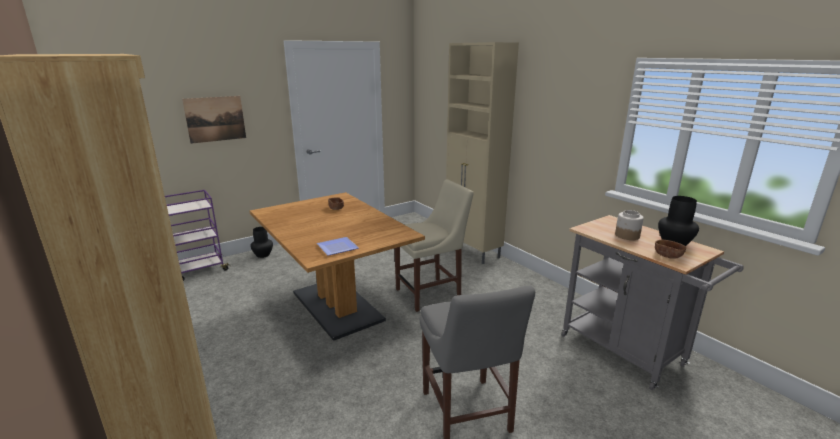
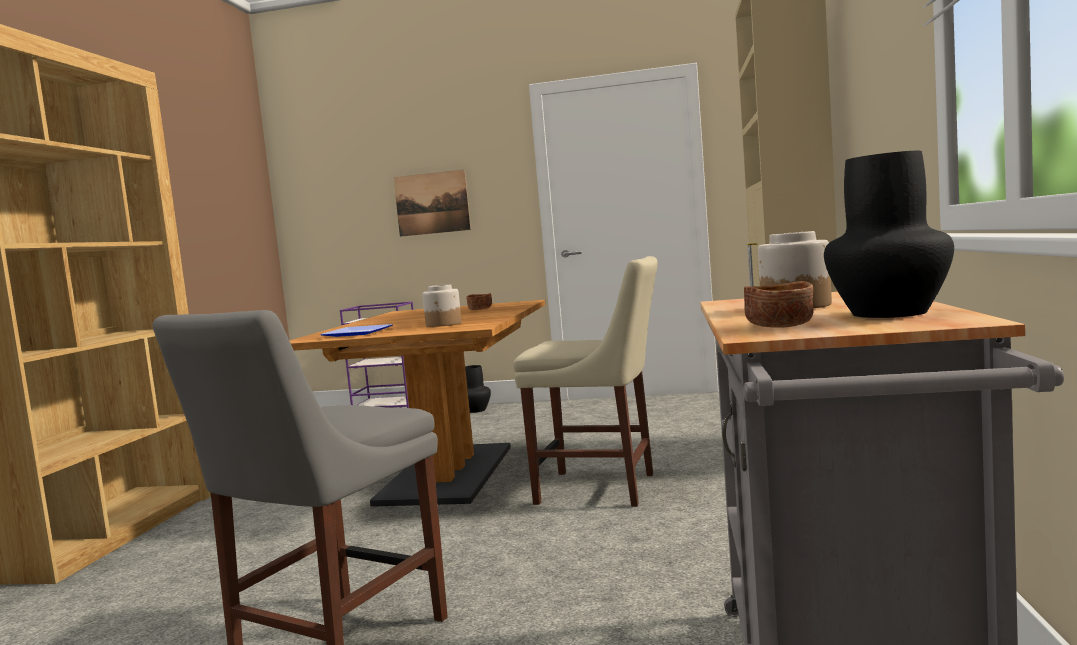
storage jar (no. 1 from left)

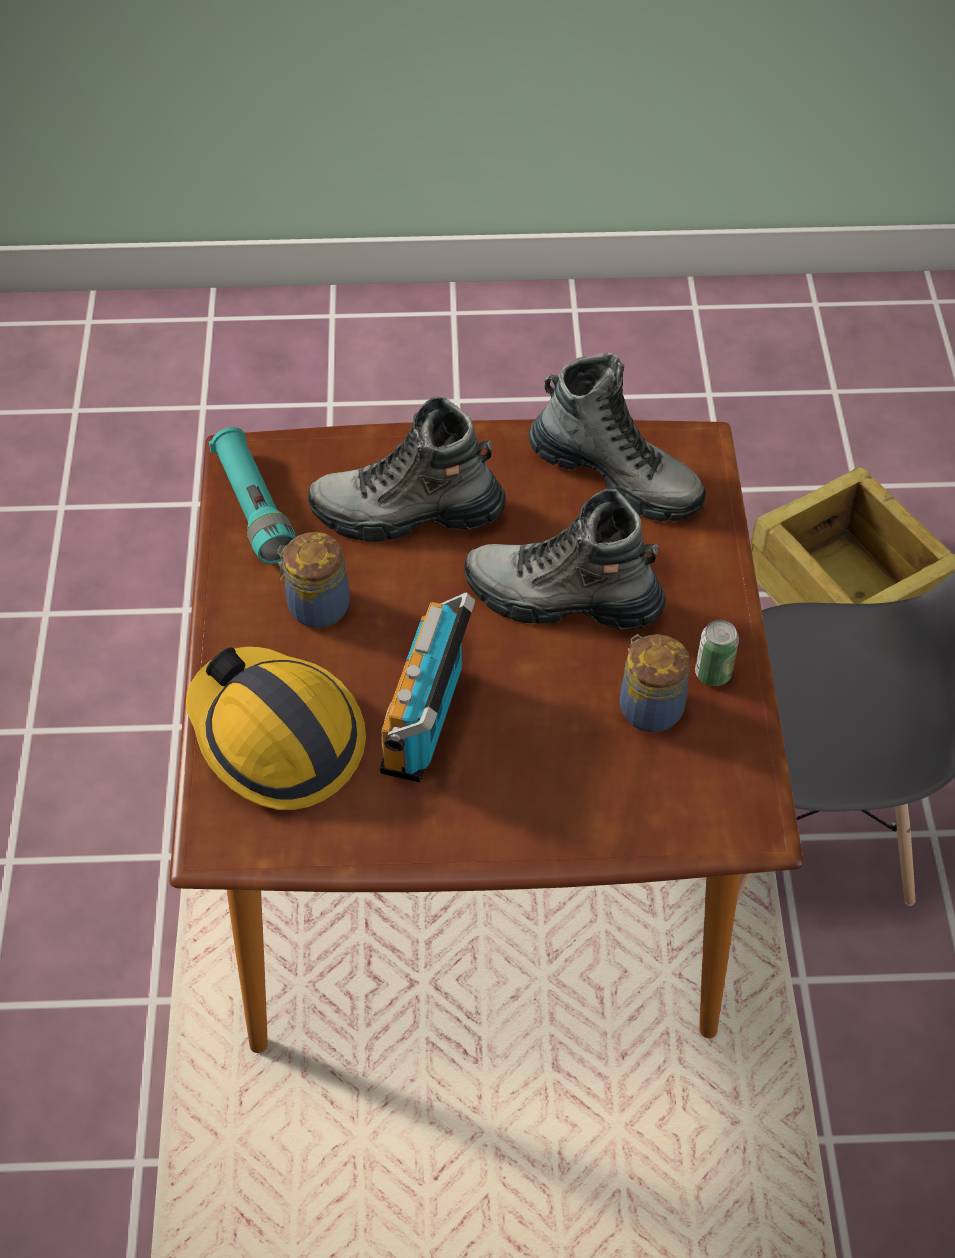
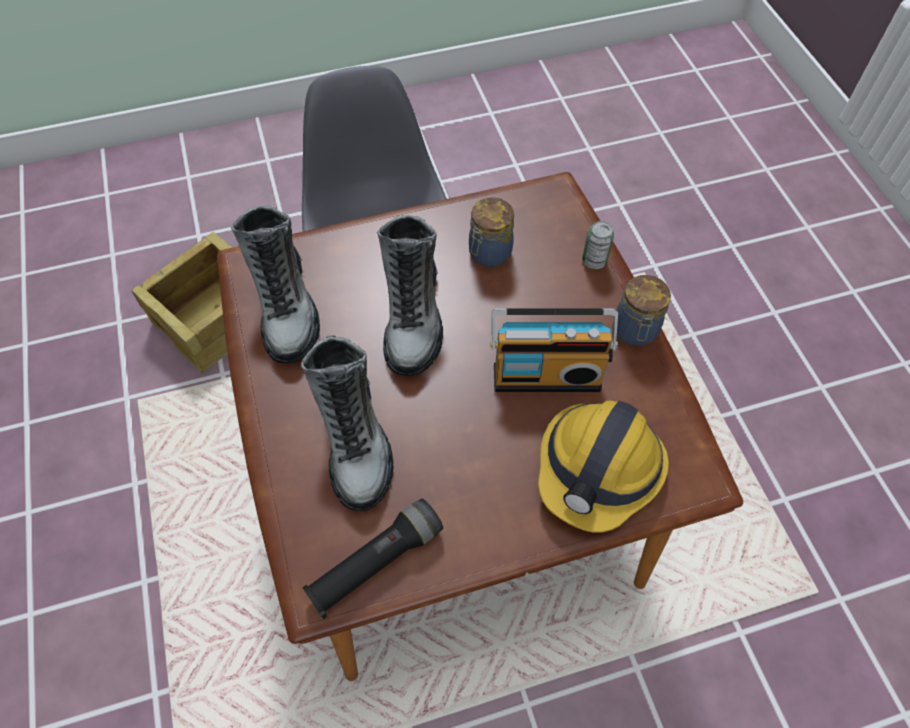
storage jar (no. 2 from left)
metal can
torch in blackish
high-top boot (no. 1 from left)

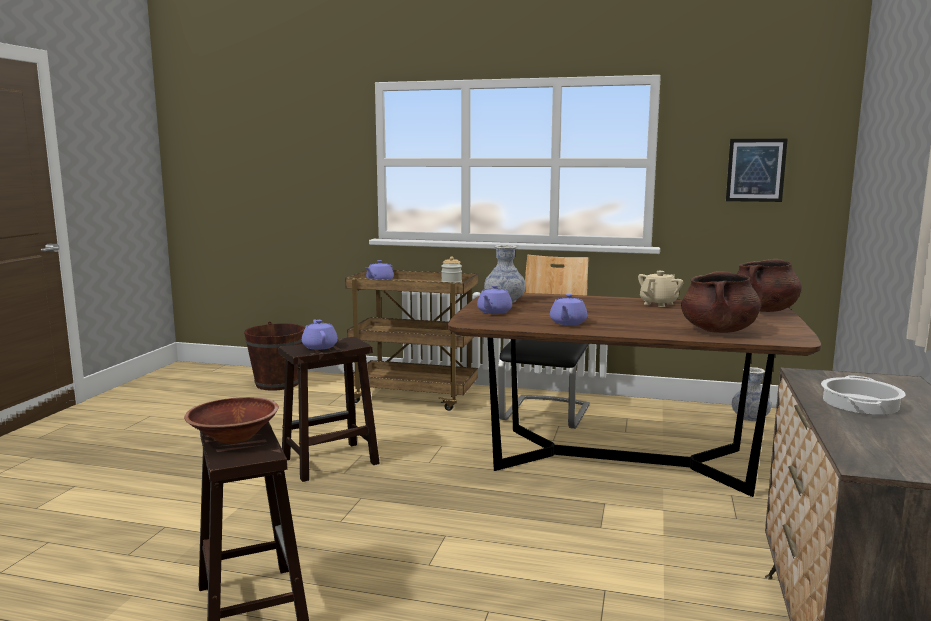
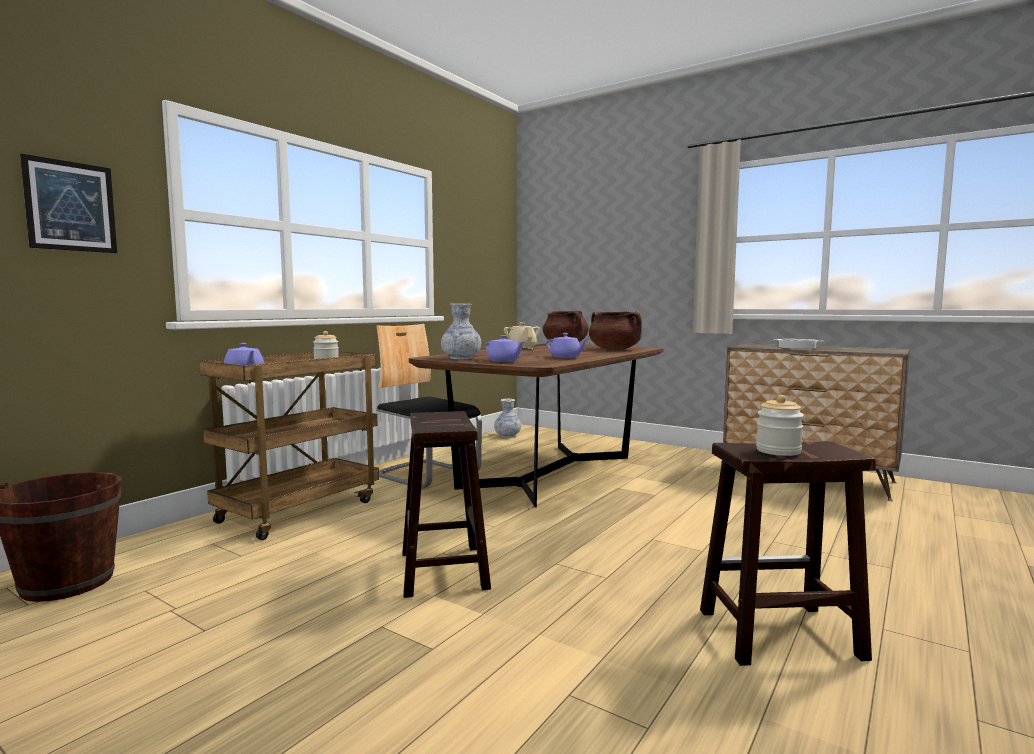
teapot in purple-coloured (no. 1 from left in the first image)
wall art
storage jar (no. 2 from left)

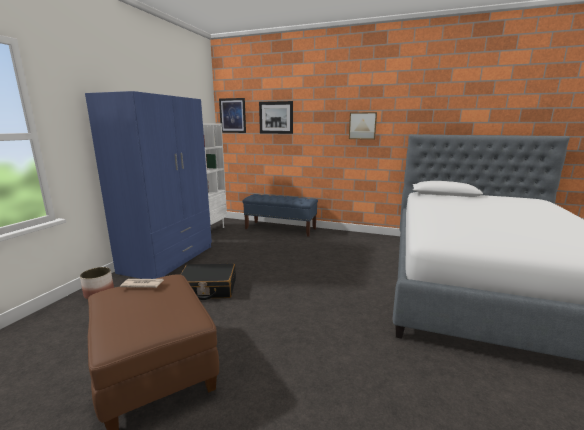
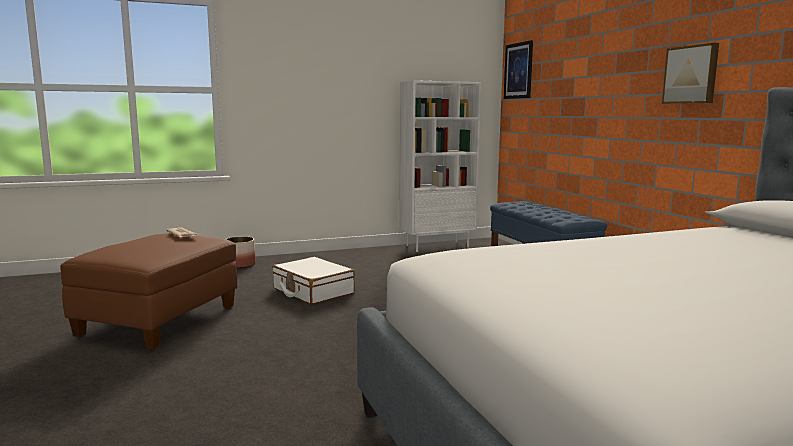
wardrobe in blue-coloured
wall art (no. 2 from left in the first image)
suitcase in white

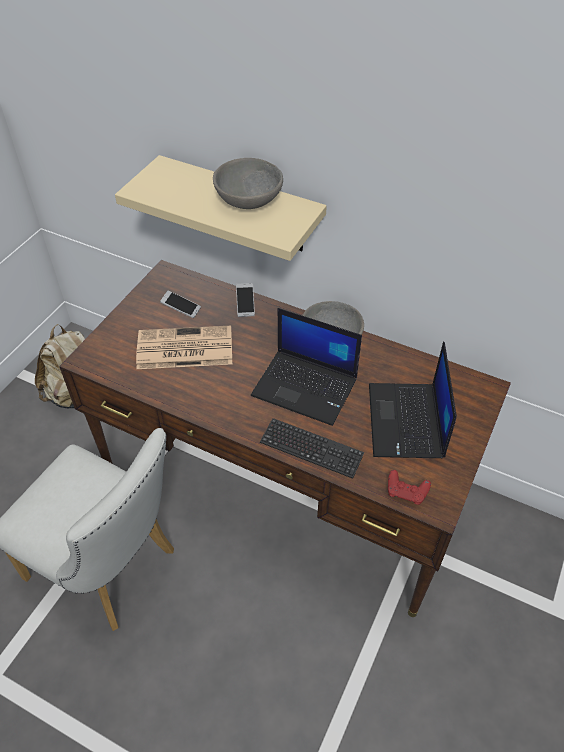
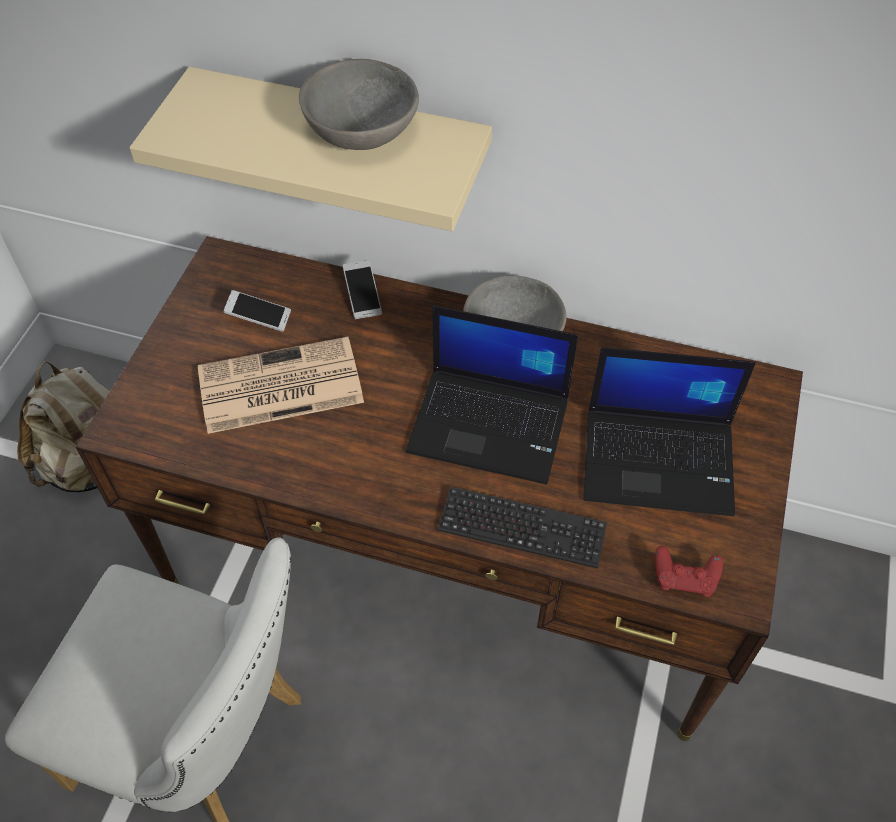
portable computer (no. 2 from left)

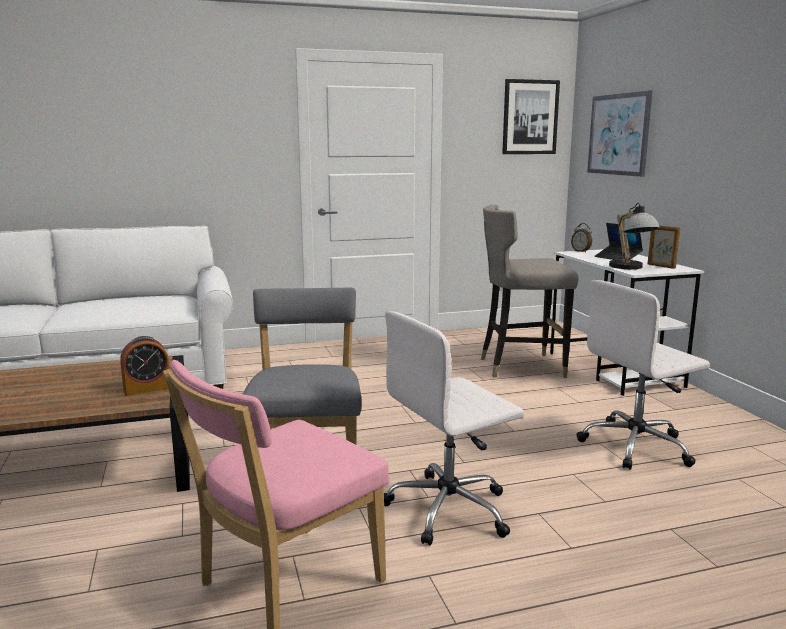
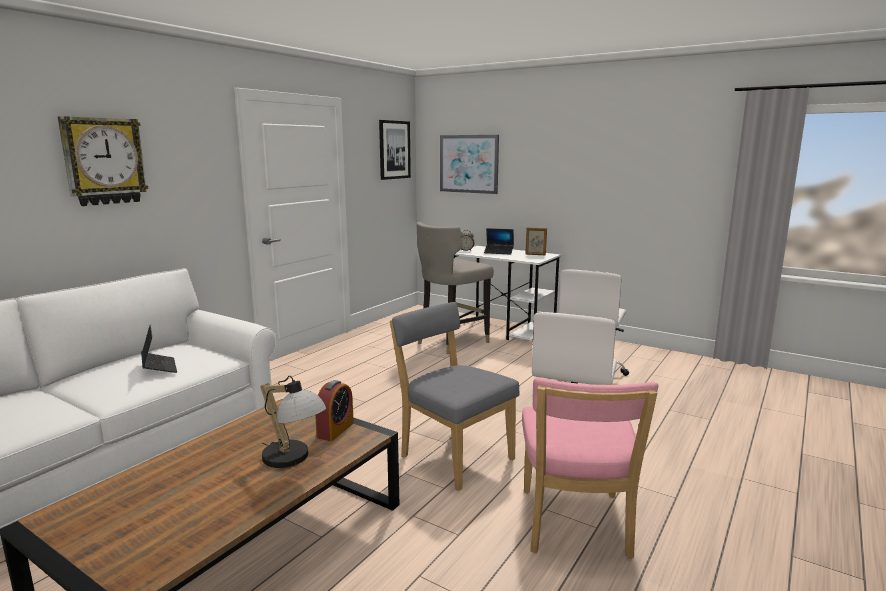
wall clock
portable computer (no. 1 from left)
lamp for a table

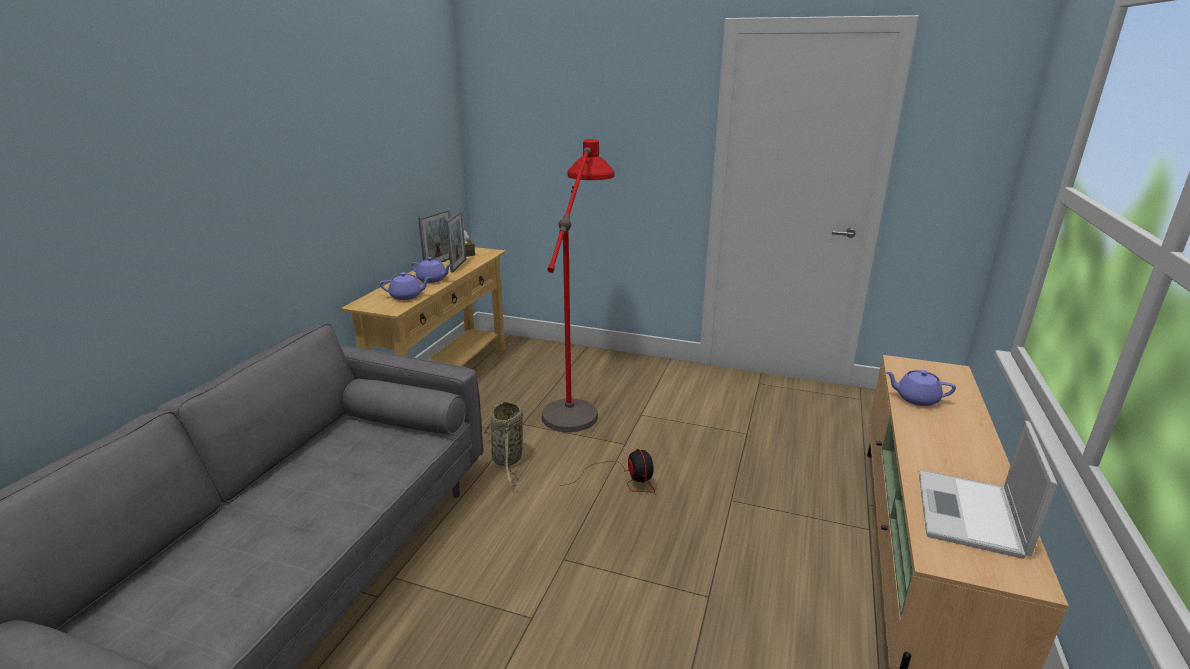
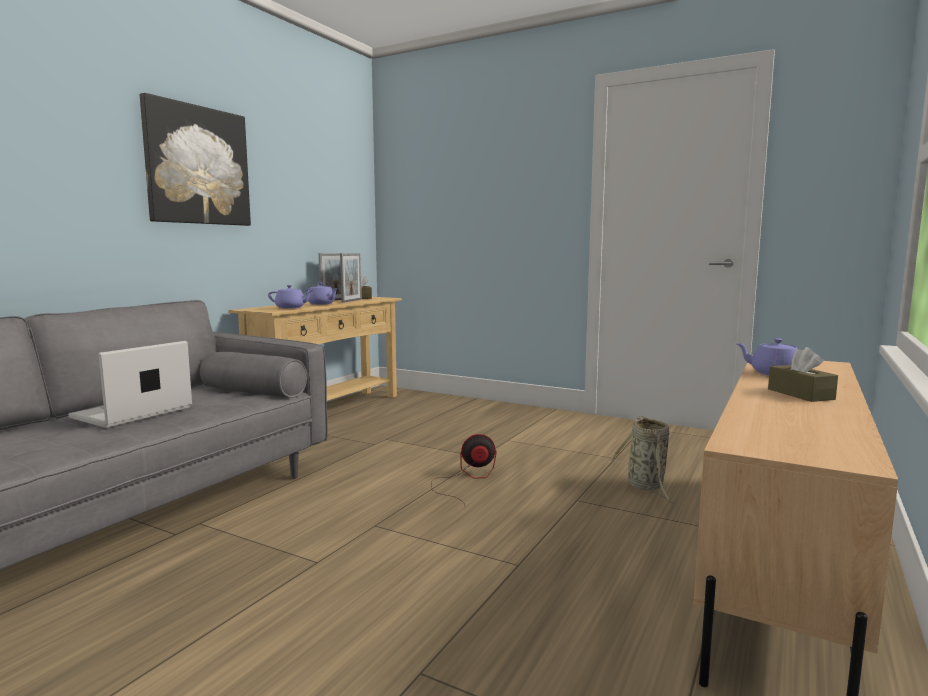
standard lamp in red
wall art
box of tissues in brown-coloured (no. 2 from left)
basket
portable computer
fan

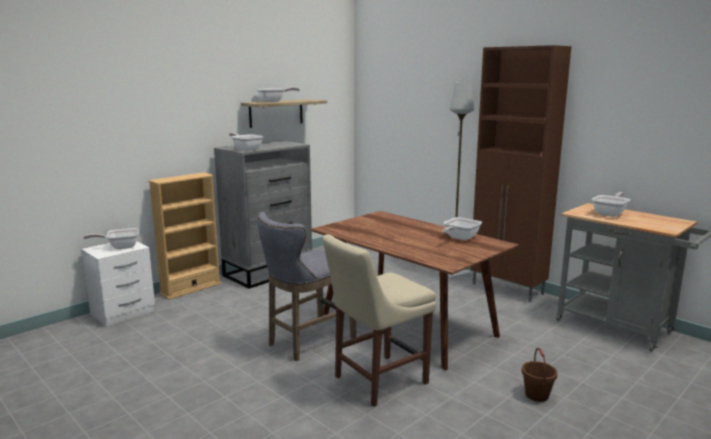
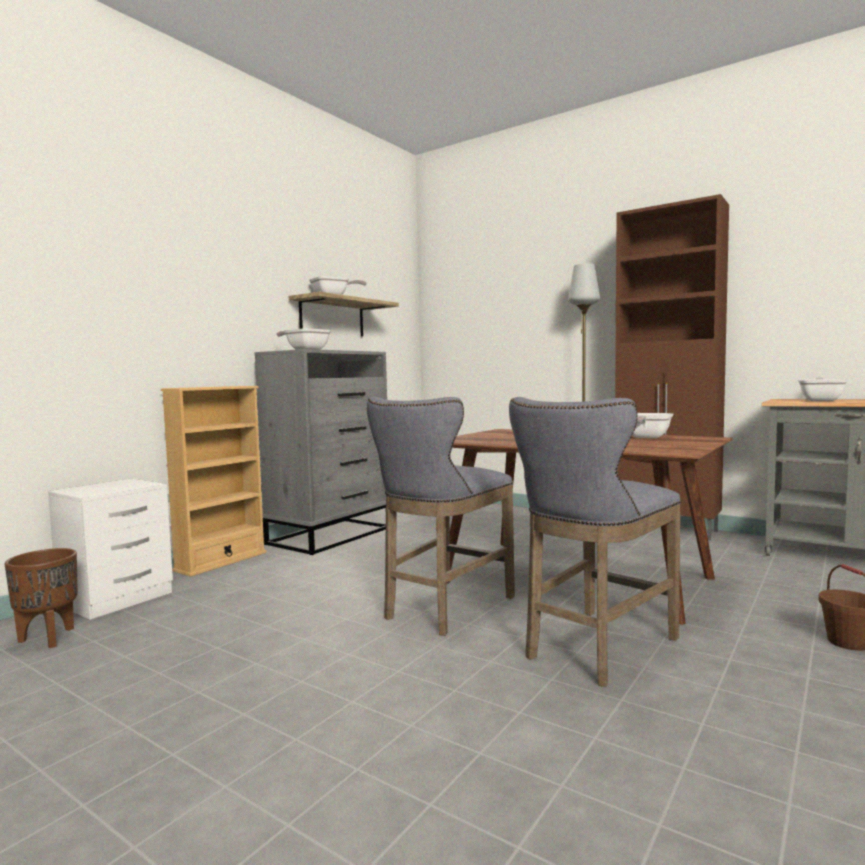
pan (no. 1 from left in the first image)
planter in brown-coloured
sitting stool in grey (no. 2 from left)

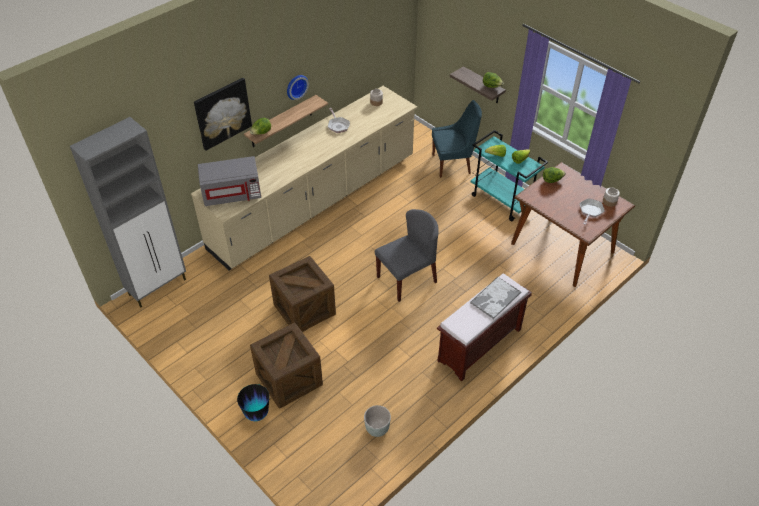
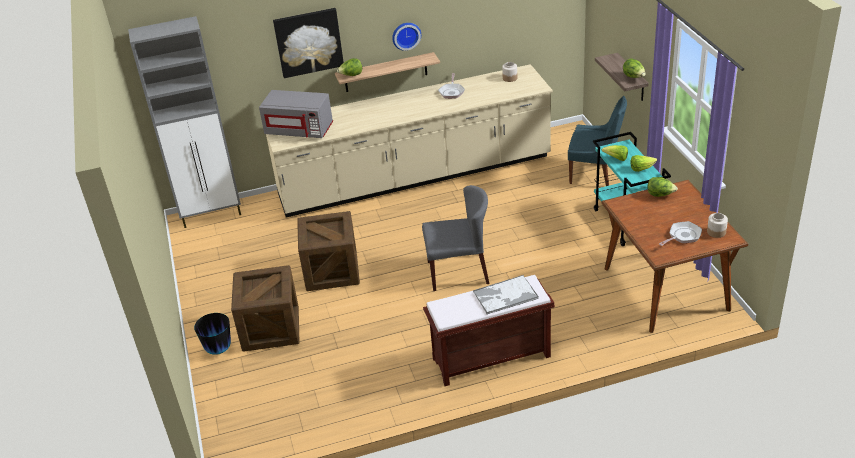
planter in grey

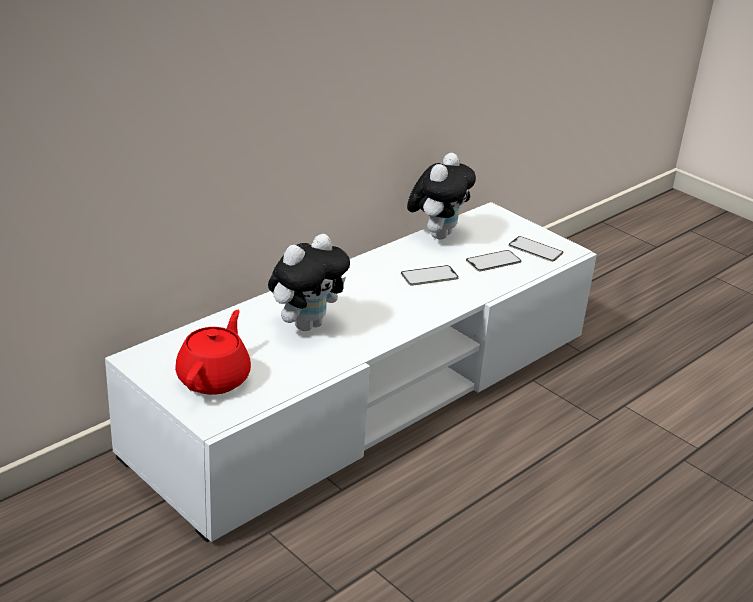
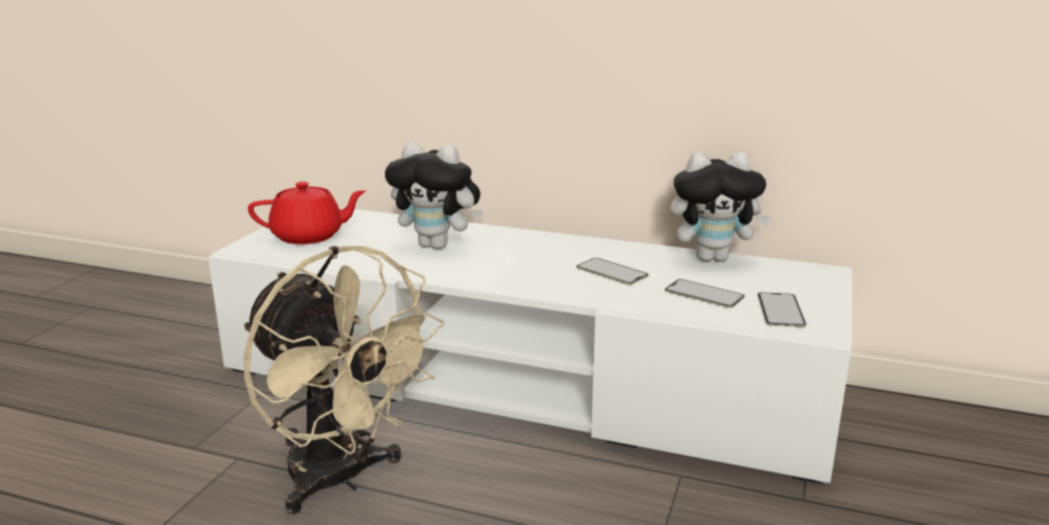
fan in beige

